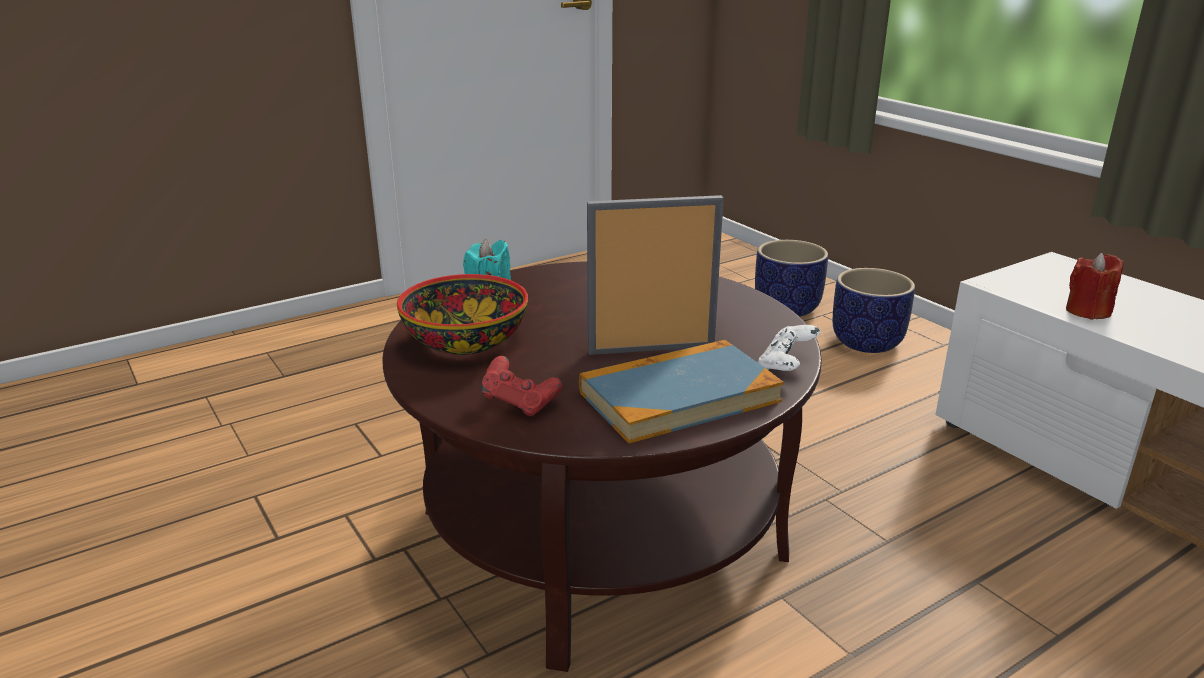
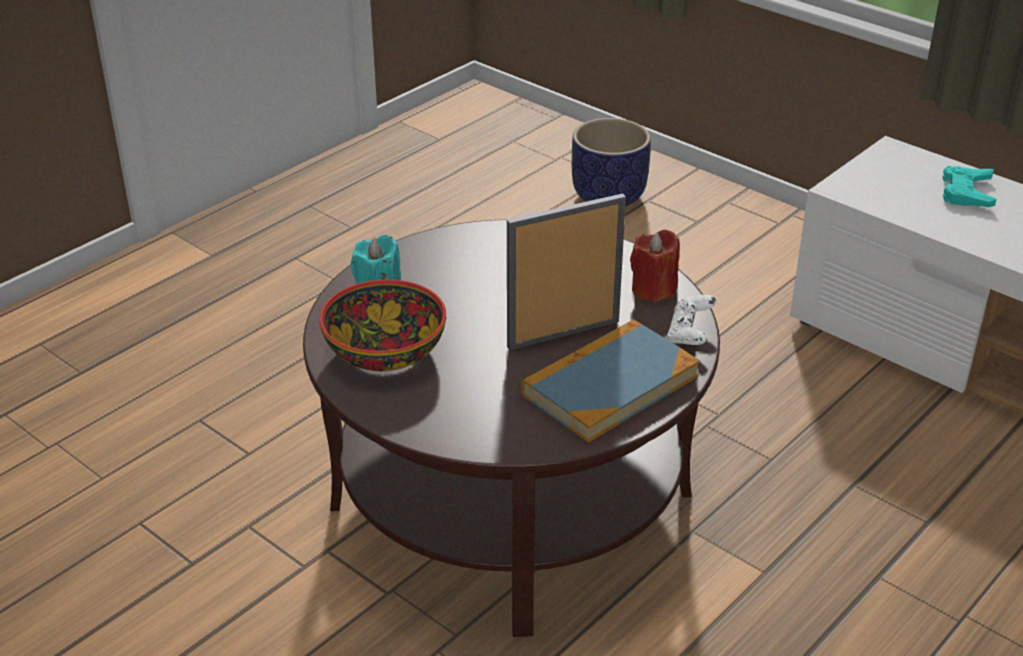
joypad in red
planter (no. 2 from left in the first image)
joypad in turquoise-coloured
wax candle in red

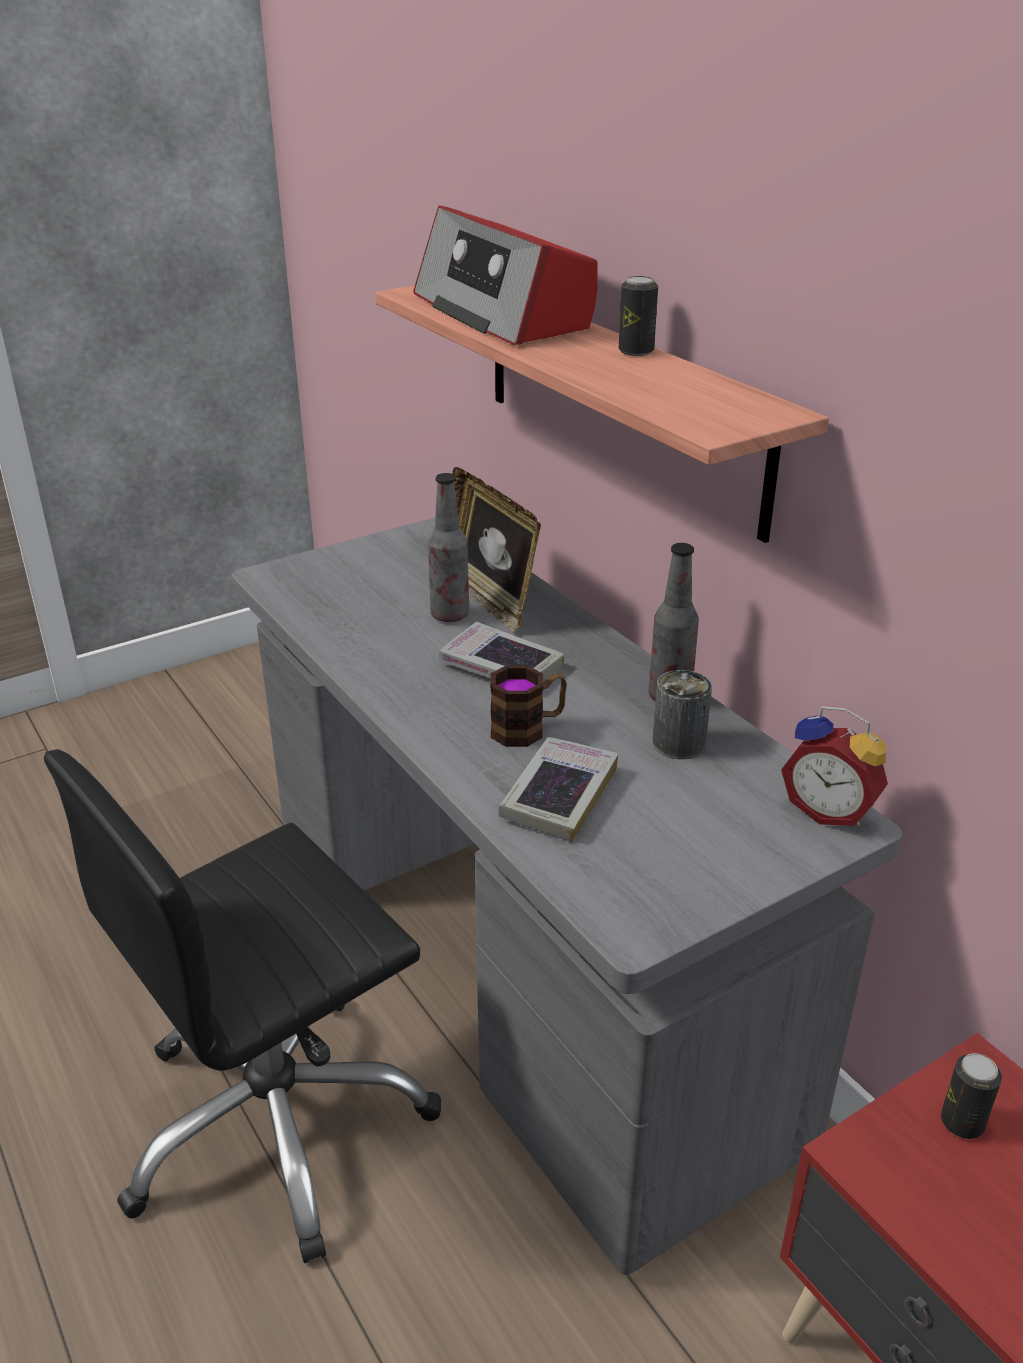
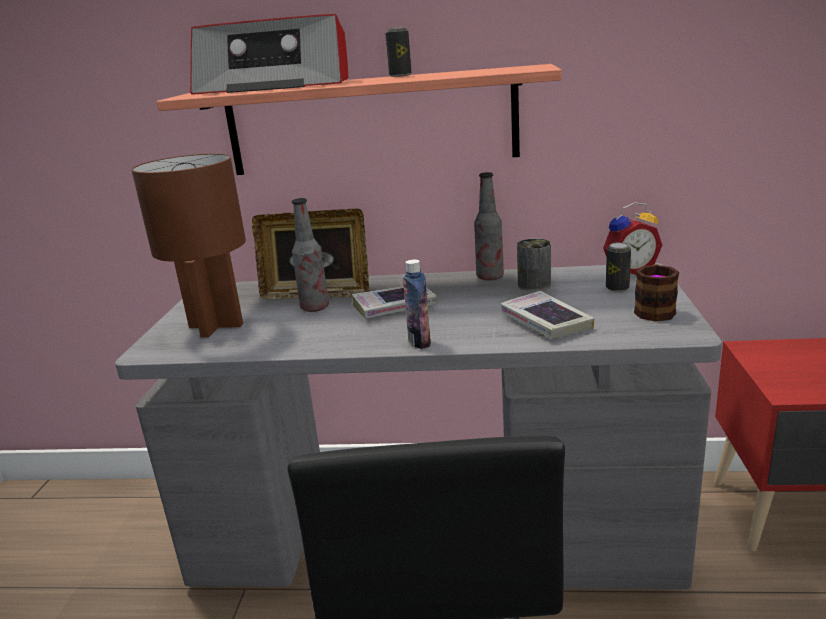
lamp for a table in brown-coloured
beverage bottle (no. 2 from left)
mug
metal can (no. 3 from left)

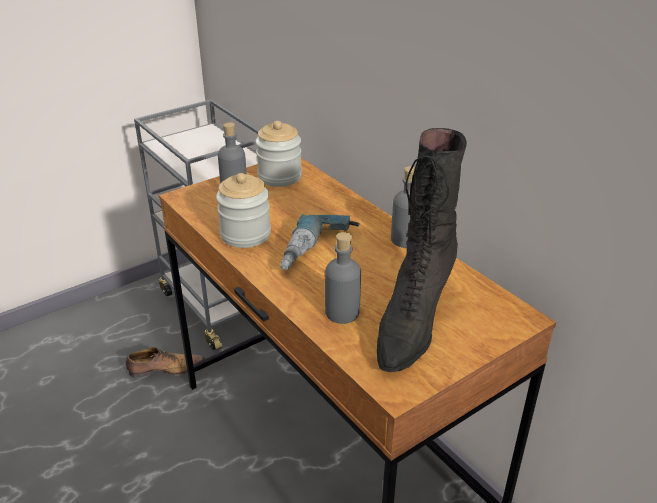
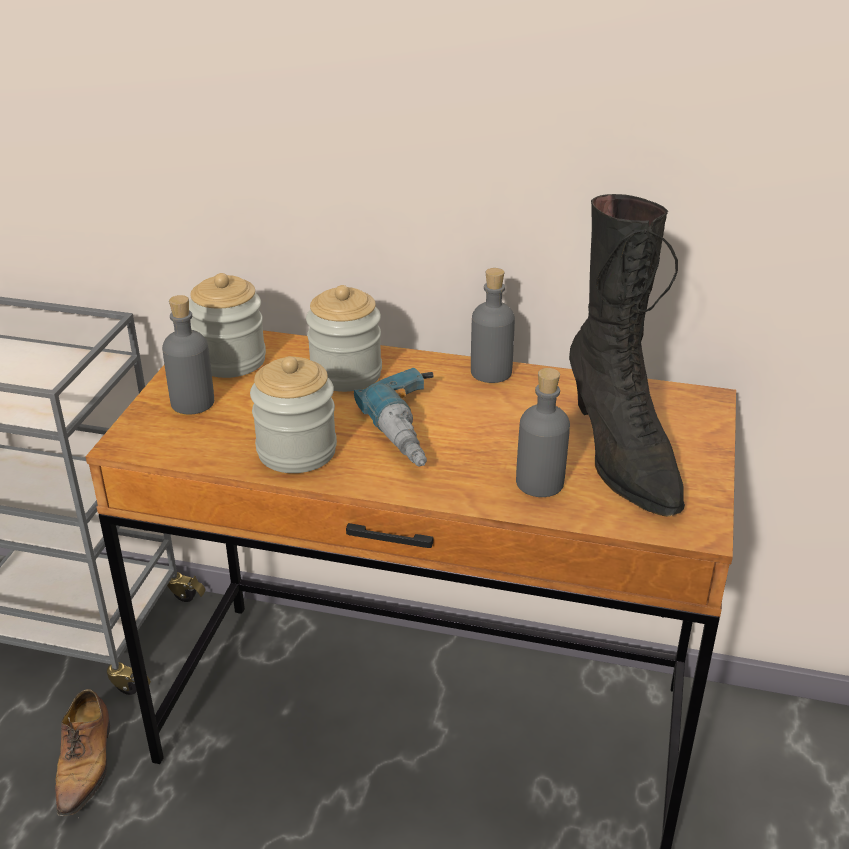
storage jar (no. 3 from left)
low shoe

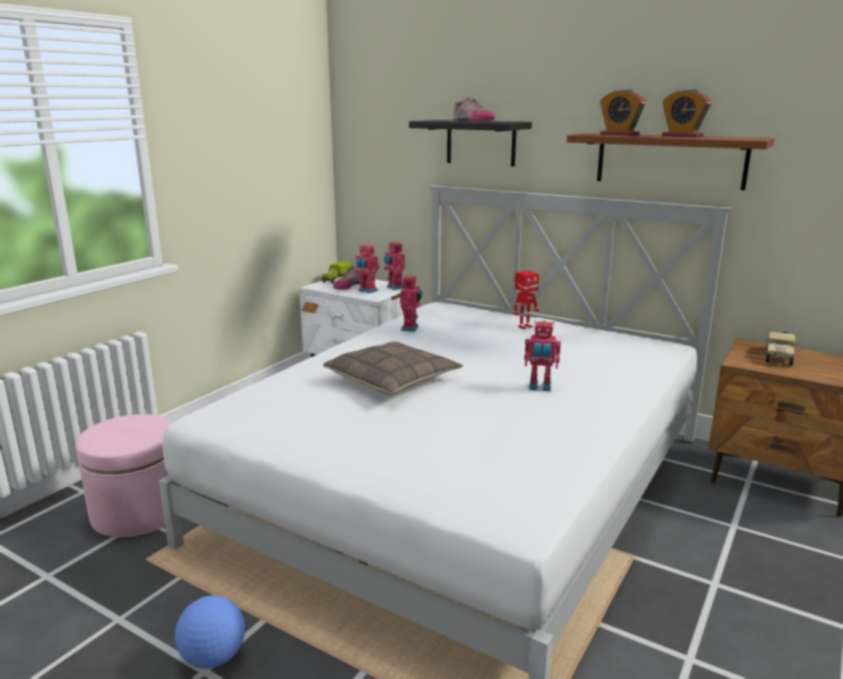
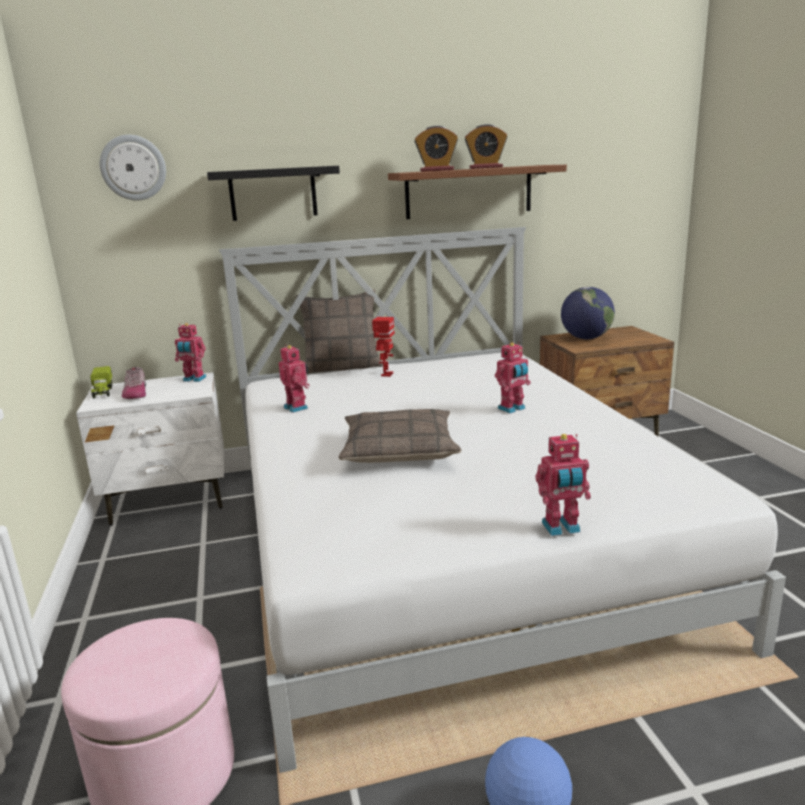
low shoe (no. 2 from left in the first image)
wall clock
throw pillow (no. 1 from left)
toy robot (no. 5 from left)
world globe

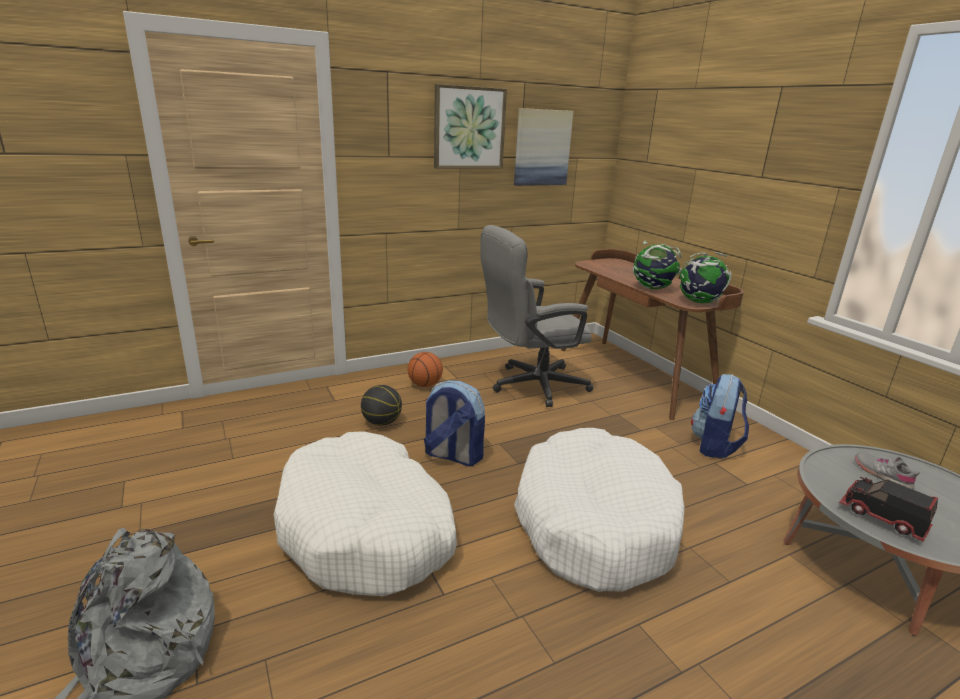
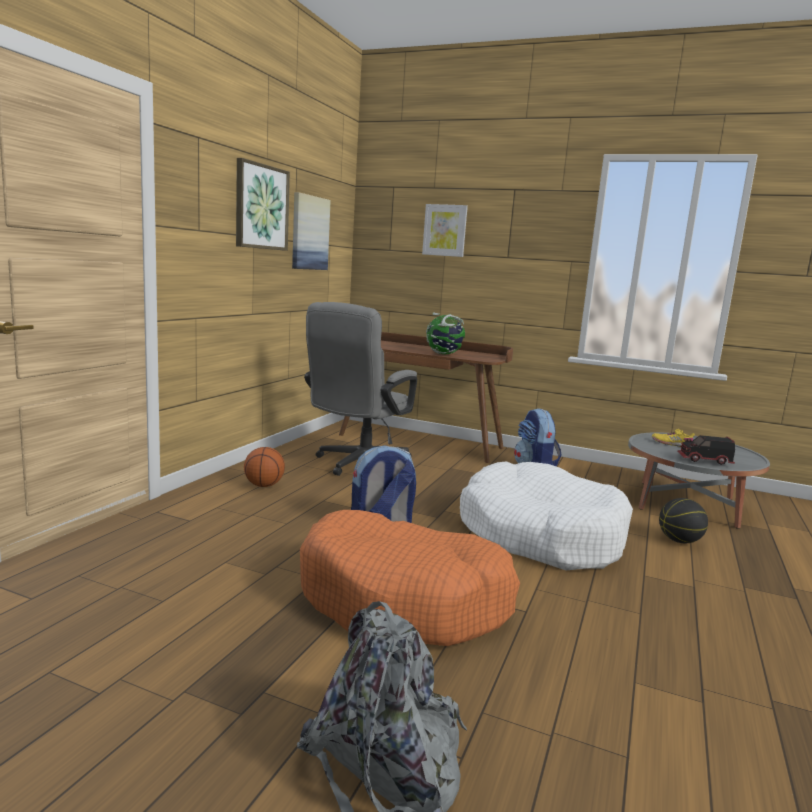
world globe (no. 2 from left in the first image)
wall art (no. 3 from left)
basketball ball (no. 2 from left)
dog cushion in orange
low shoe in yellowish

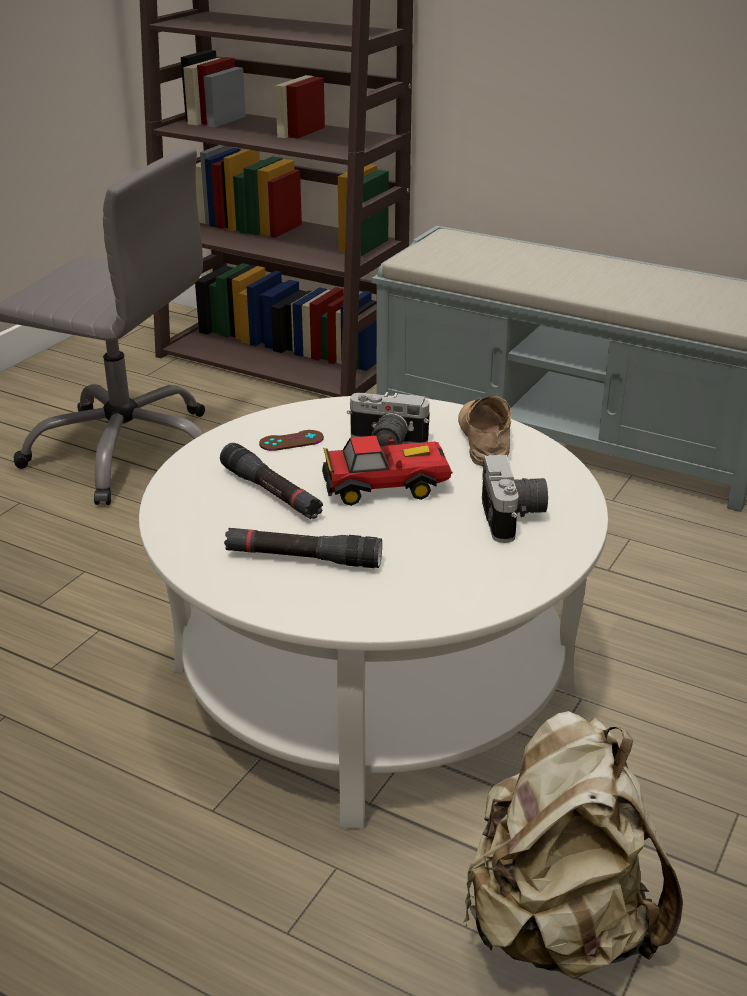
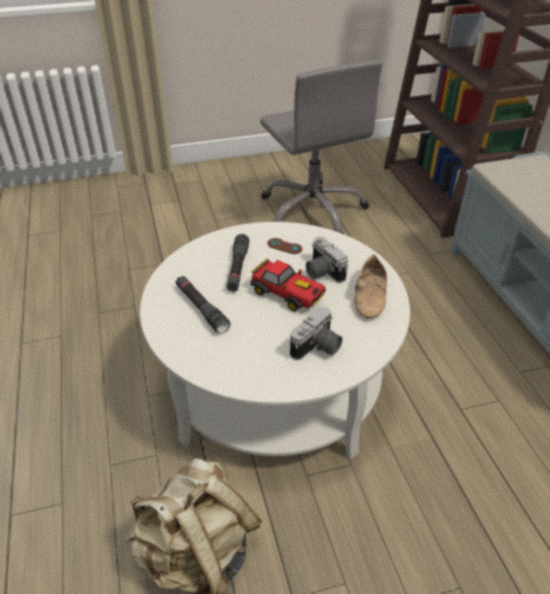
low shoe in beige

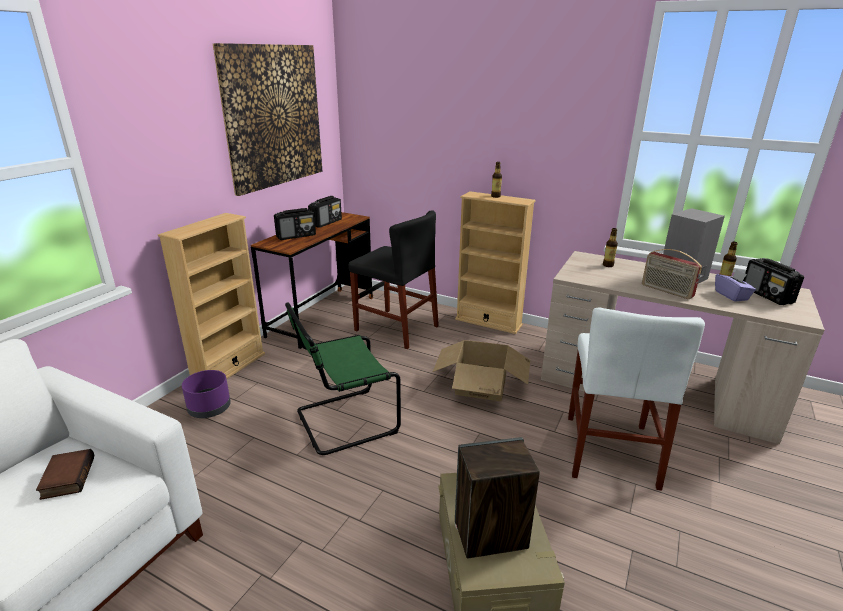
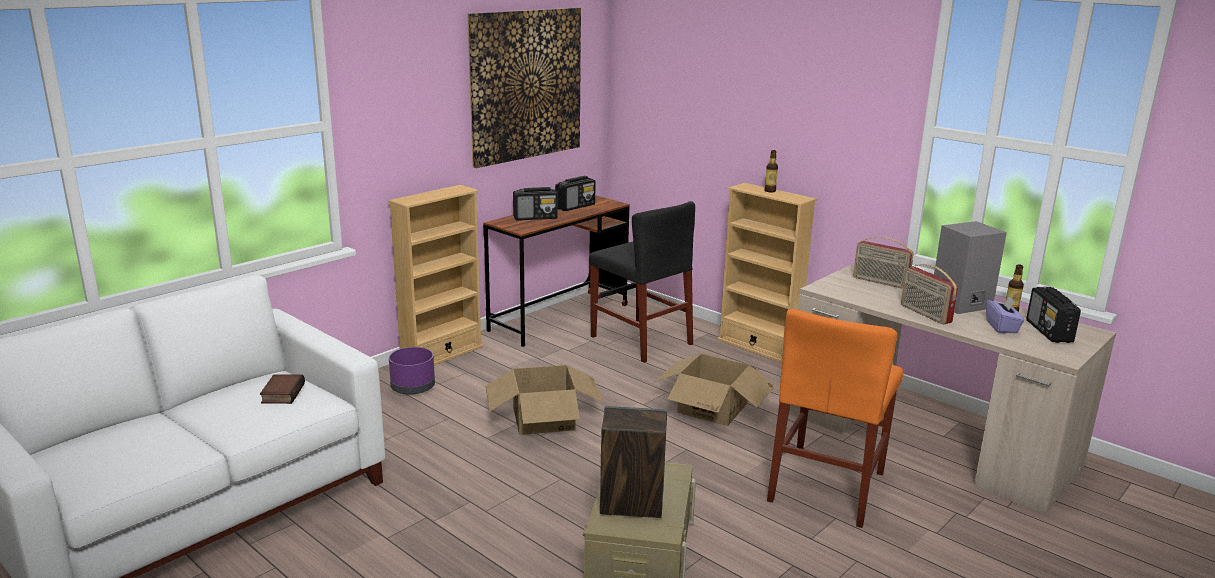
carton (no. 1 from left)
radio set (no. 3 from left)
upright chair in orange

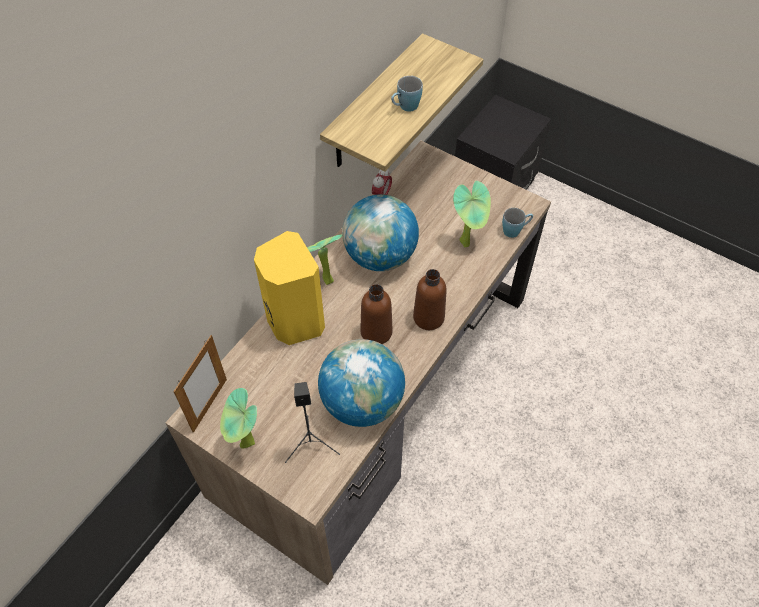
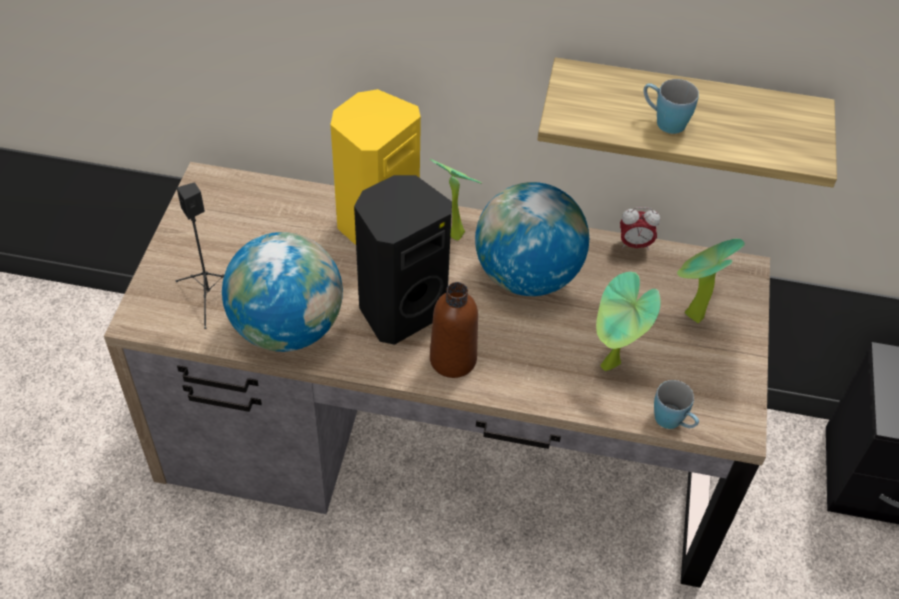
photo frame
plant in a pot (no. 3 from left)
speaker in blackish (no. 2 from left)

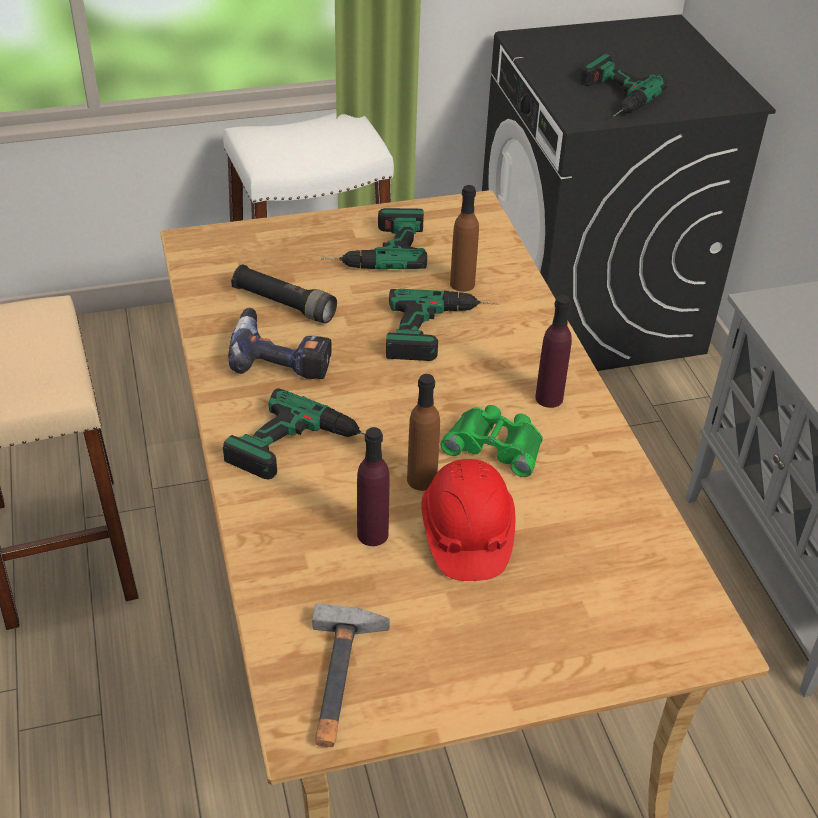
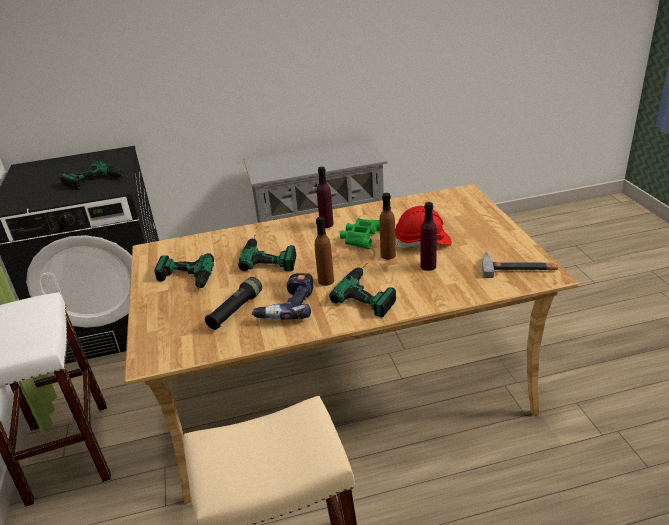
beverage bottle in brown-coloured (no. 1 from left)

